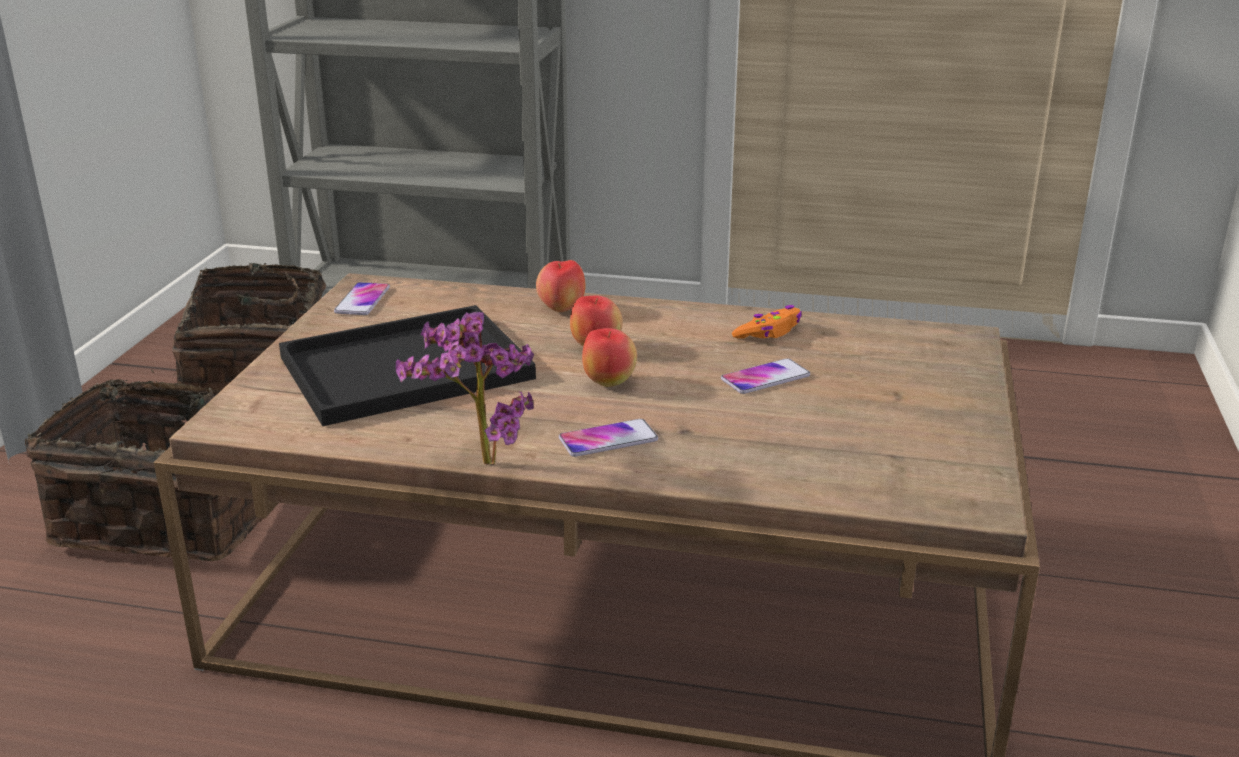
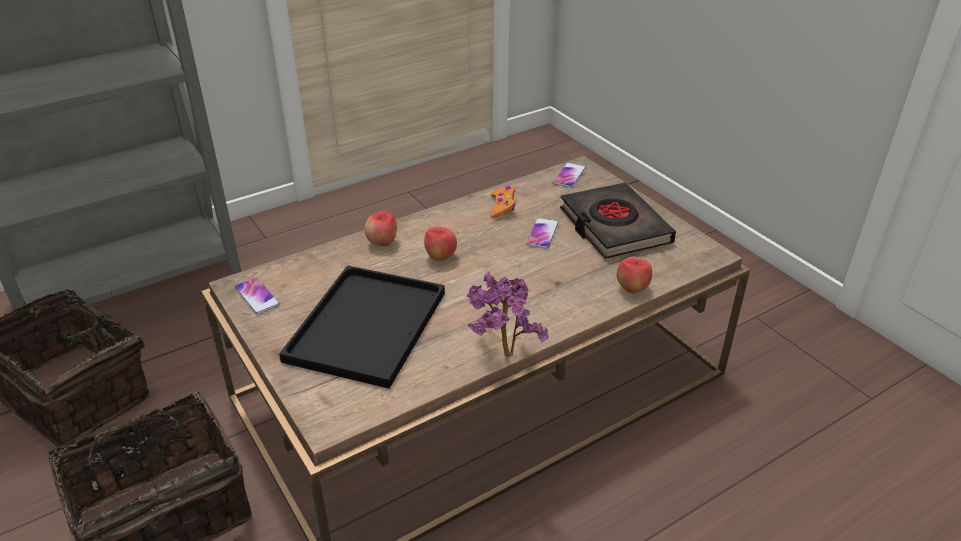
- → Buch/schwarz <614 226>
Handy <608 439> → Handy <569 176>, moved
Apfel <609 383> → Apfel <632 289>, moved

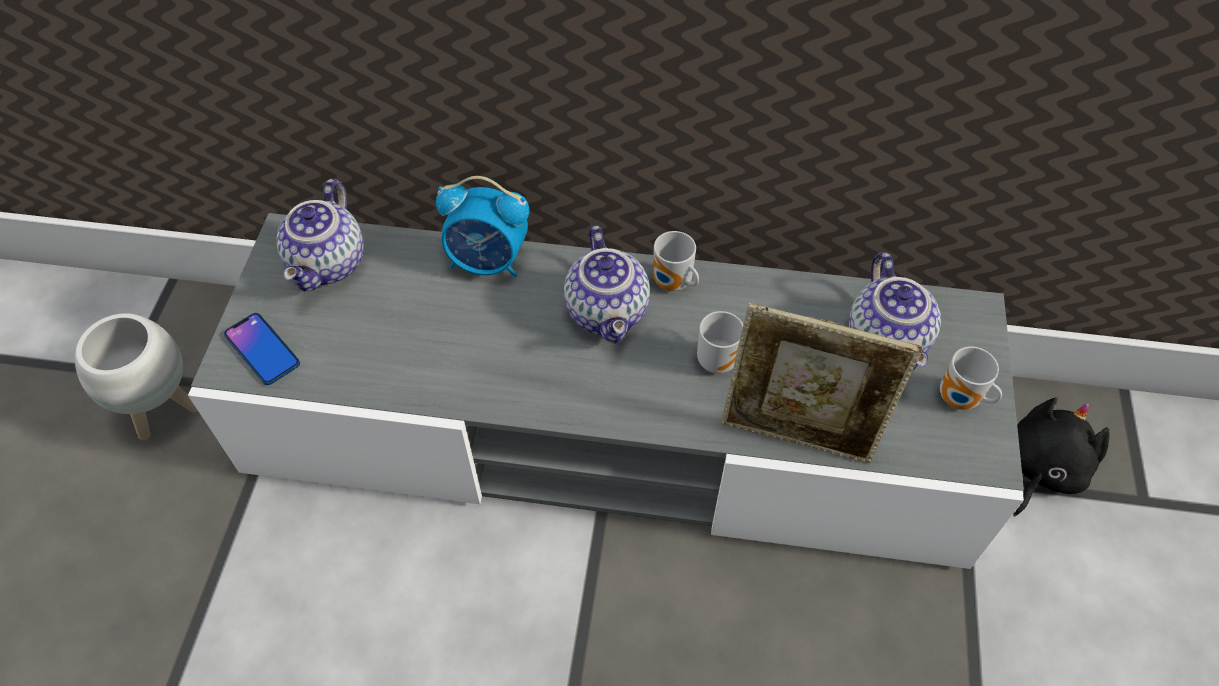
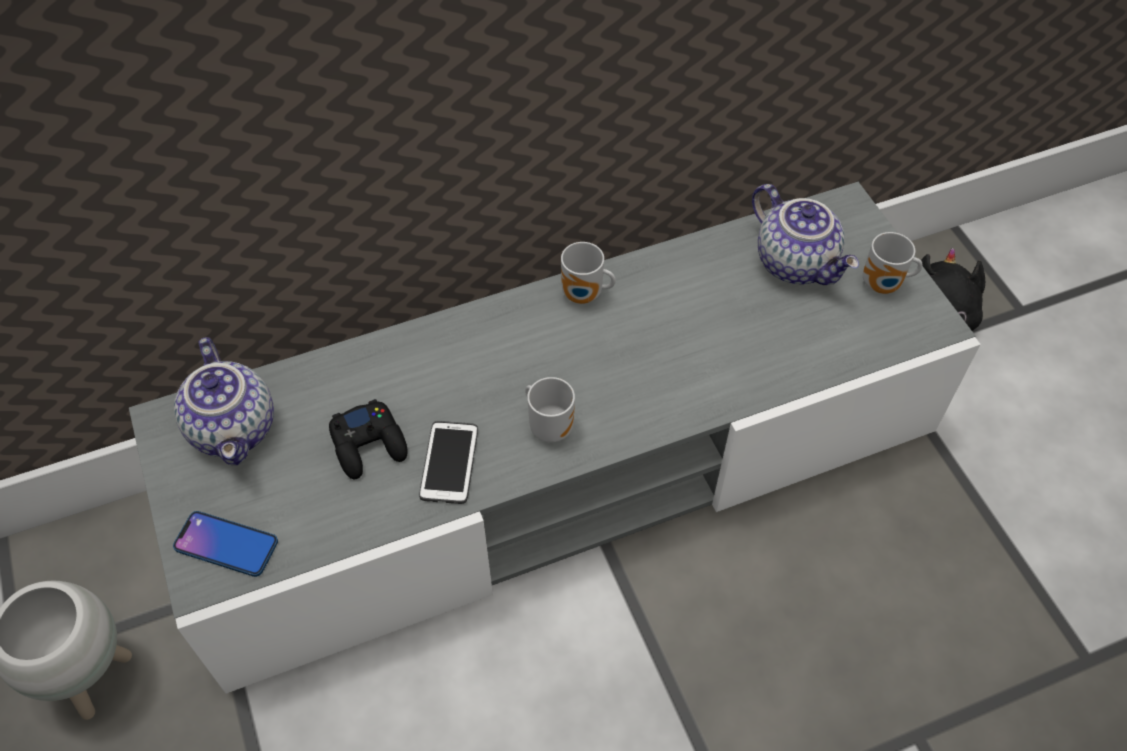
Wecker <488 262> → -
Teekanne <609 312> → -
Bilderrahmen <798 436> → -
- → Gamepad/schwarz <369 444>
- → Handy <449 463>
Henkelbecher <717 358> → Henkelbecher <550 426>, moved

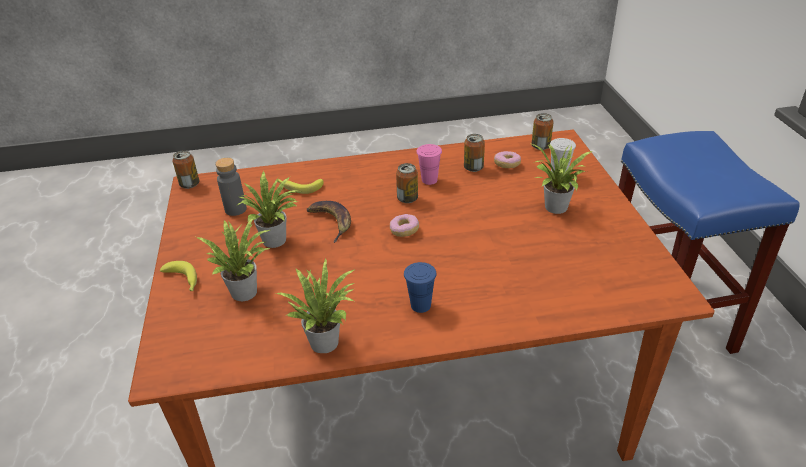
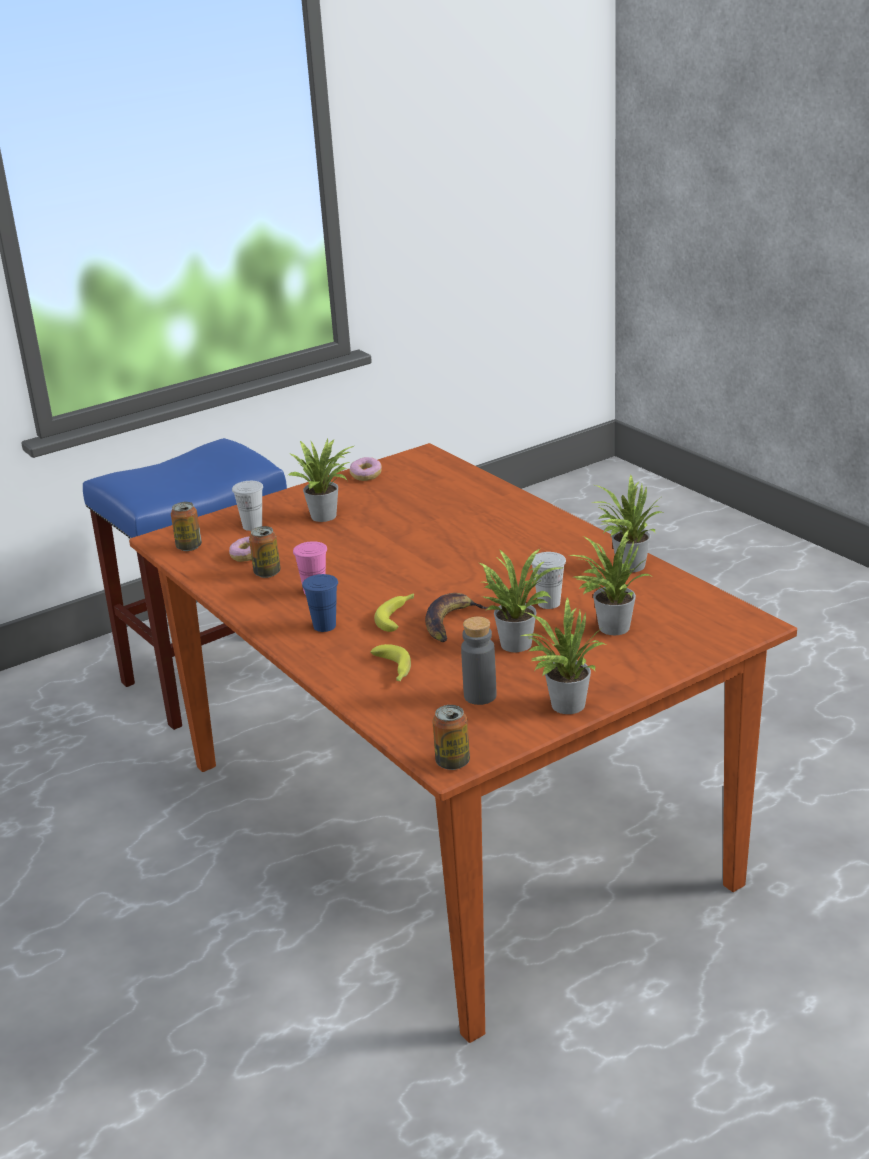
Dose <407 198> → -
- → Topfpflanze <563 705>
- → Tasse/weiß <549 603>
Banane <183 281> → Banane <398 616>, moved
Donut <404 231> → Donut <366 476>, moved
Tasse/blau <420 305> → Tasse/blau <324 626>, moved

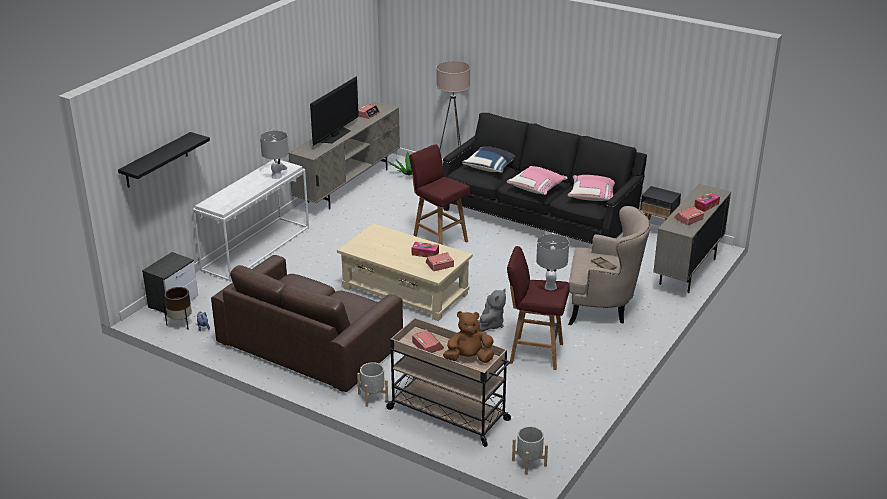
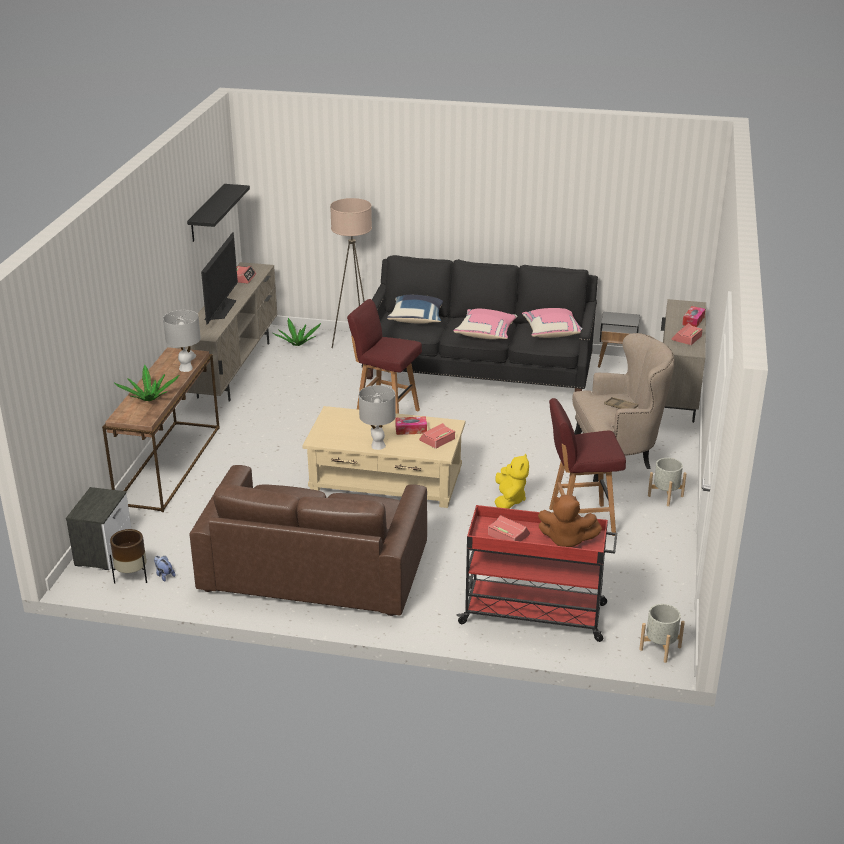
- → Topfpflanze <149 399>
Wandregal/schwarz <156 160> → Wandregal/schwarz <207 213>, moved
Pflanzkübel/grau <373 397> → Pflanzkübel/grau <665 496>, moved
Tischlampe/grau <550 286> → Tischlampe/grau <378 445>, moved
Konsolentisch/weiß <256 248> → Konsolentisch/braun <168 464>
Rollwagen/beige <449 415> → Rollwagen/rot <535 614>
Plüschtier/grau <490 324> → Plüschtier/gelb <509 500>
Plüschtier/braun <468 359> → Plüschtier/braun <566 540>, 135 degrees counterclockwise

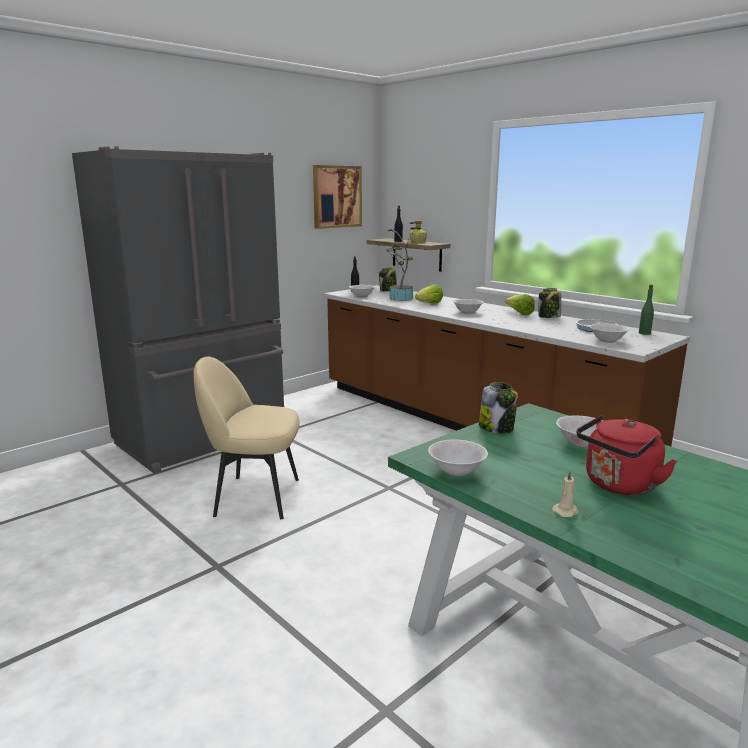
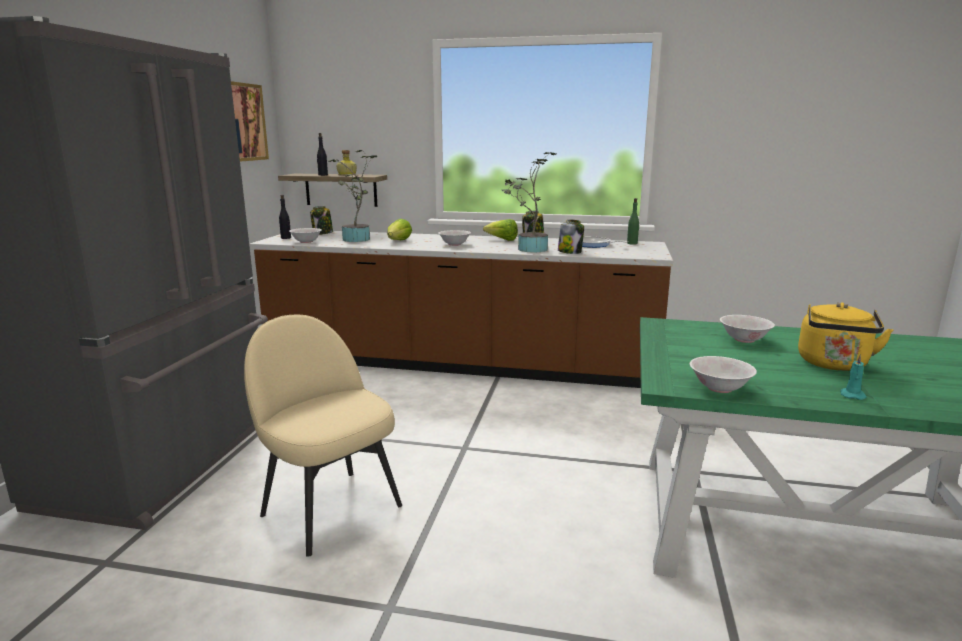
Schüssel/weiß <607 341> → -
- → Topfpflanze <529 250>
Vorratsglas <497 428> → Vorratsglas <570 252>, moved
Kerze/beige <566 511> → Kerze/türkis <852 395>
Wasserkessel/rot <618 485> → Wasserkessel/gelb <833 365>
Stuhl/beige <254 496> → Stuhl/beige <329 508>, 75 degrees clockwise

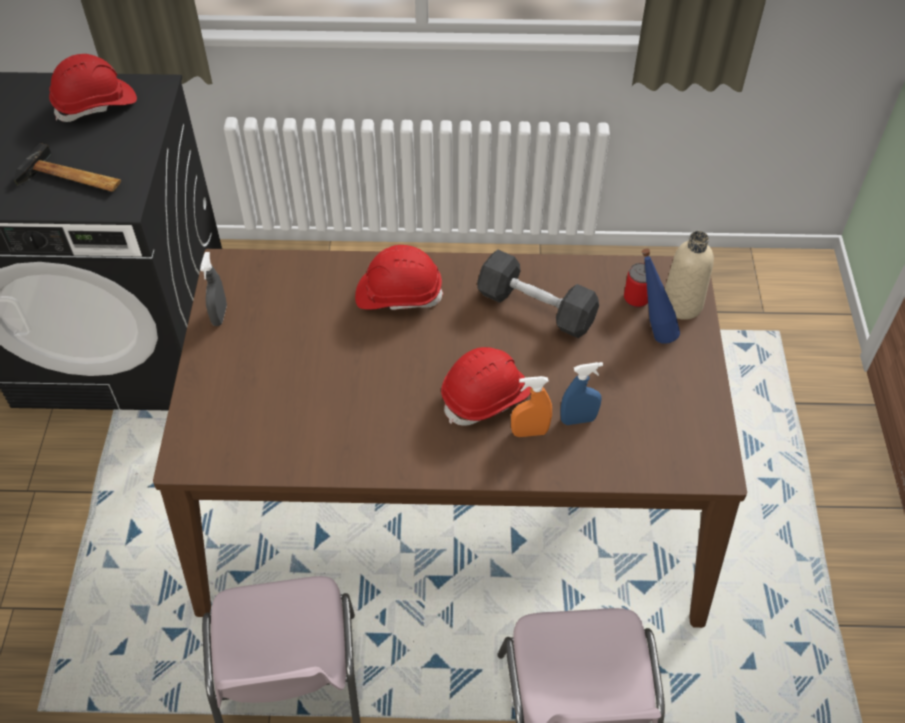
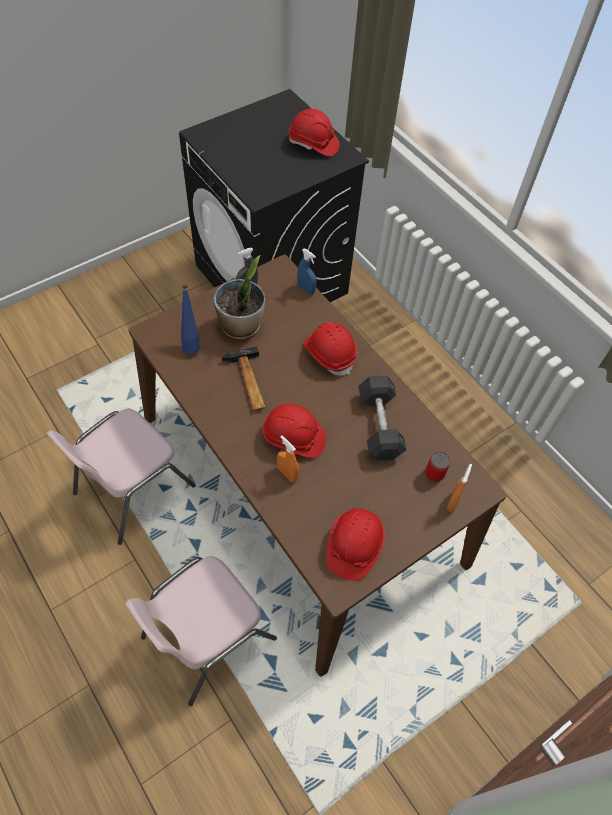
- → Topfpflanze <241 326>
- → Schutzhelm/rot <353 547>
Hammer <72 180> → Hammer <248 383>, moved
Sprühflasche/blau <578 419> → Sprühflasche/blau <306 289>, moved
Flasche/blau <652 331> → Flasche/blau <191 343>, moved
Flasche/beige <682 304> → Sprühflasche/orange <453 501>

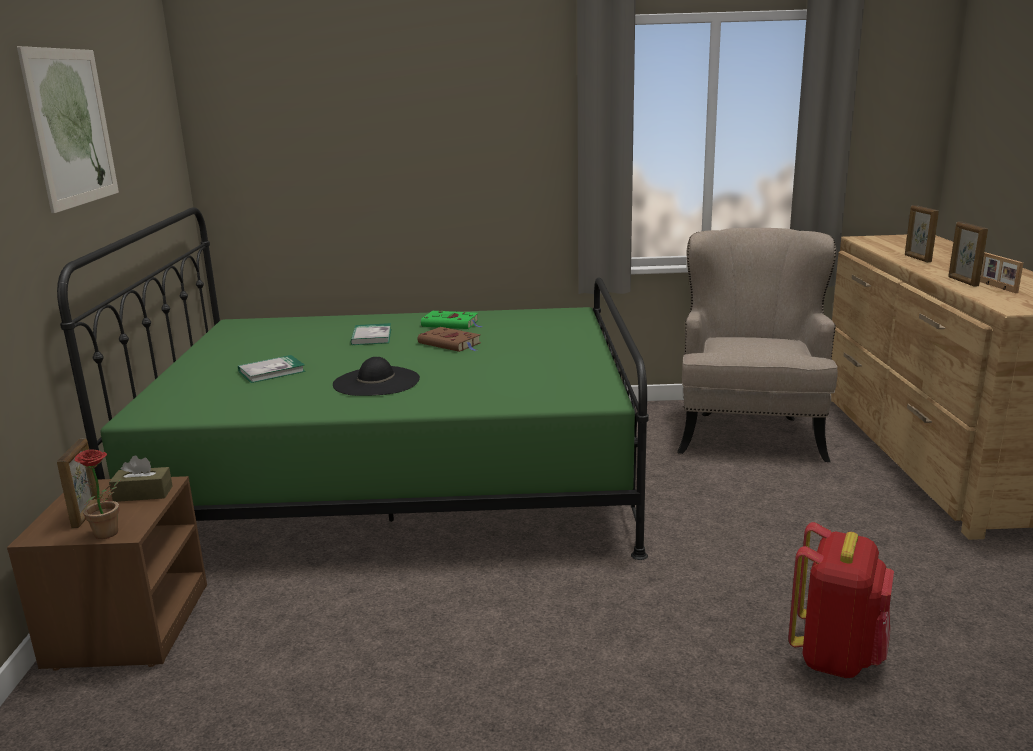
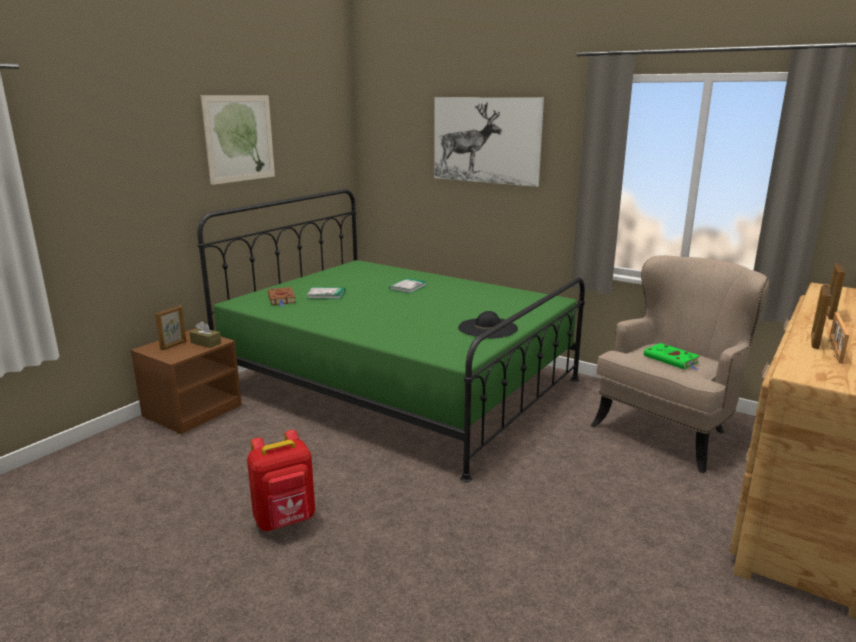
Topfpflanze <109 534> → -
- → Bild <486 140>
Hut/schwarz <376 382> → Hut/schwarz <487 328>, moved
Buch/braun <451 344> → Buch/braun <282 299>, moved
Buch/grün <452 324> → Buch/grün <672 360>, moved
Rucksack/rot <836 656> → Rucksack/rot <285 520>, moved

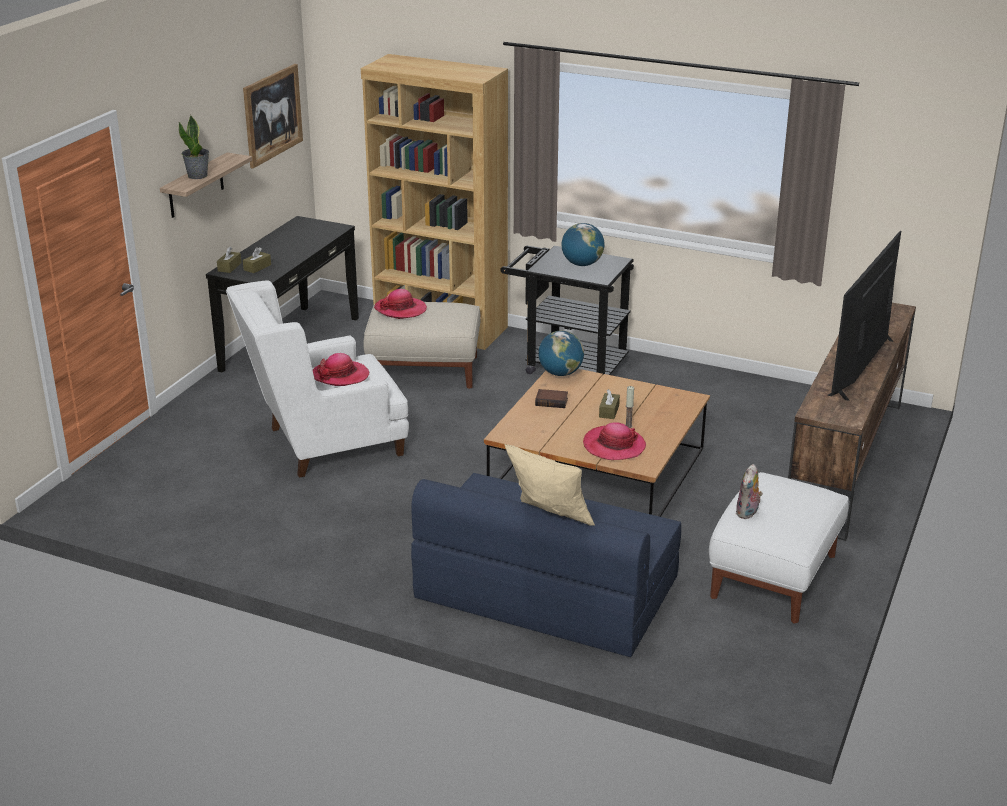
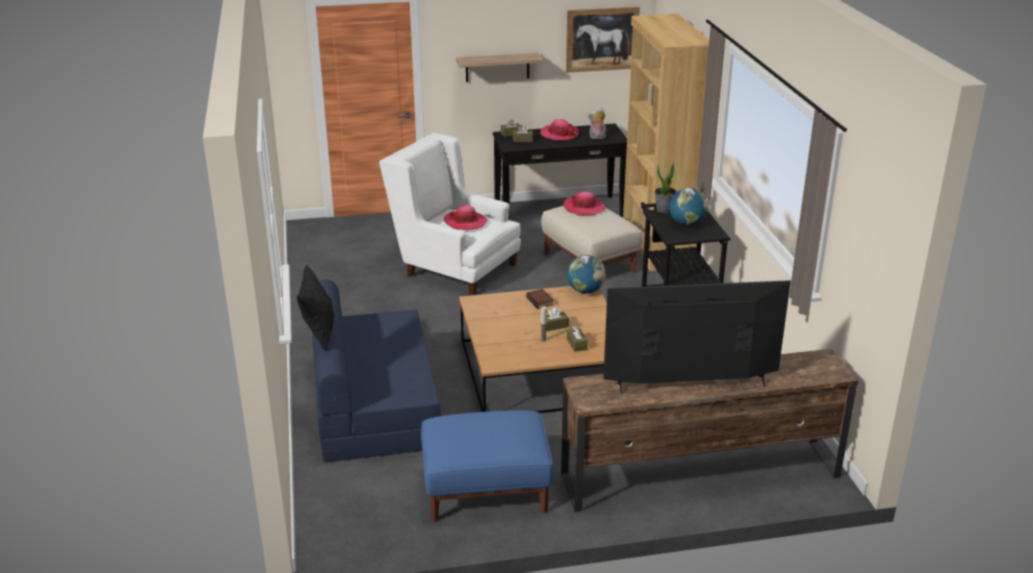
- → Taschentuchbox/braun <577 344>
Topfpflanze <198 175> → Topfpflanze <664 210>, moved
Hut <614 446> → Hut <559 134>, moved
Plüschtier <748 513> → Plüschtier <597 137>, moved
Kissen/beige <549 520> → Kissen/schwarz <319 334>
Polsterhocker/weiß <773 576> → Polsterhocker/blau <485 491>

